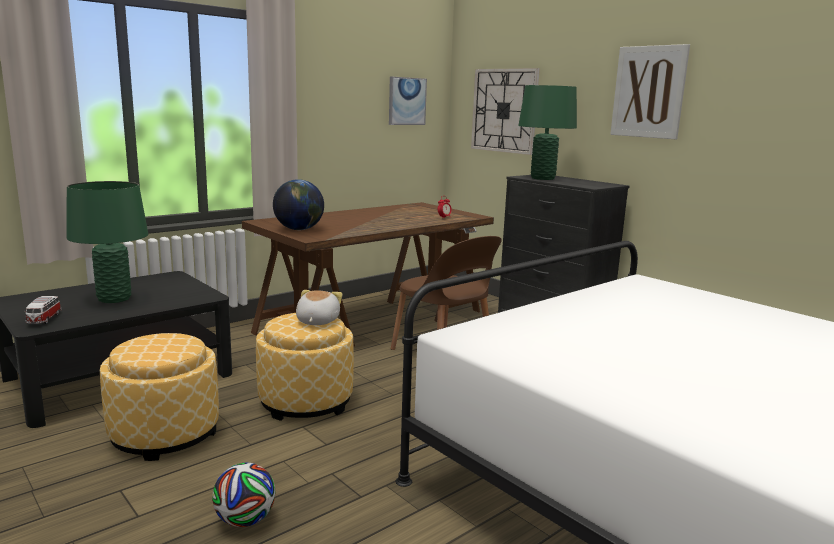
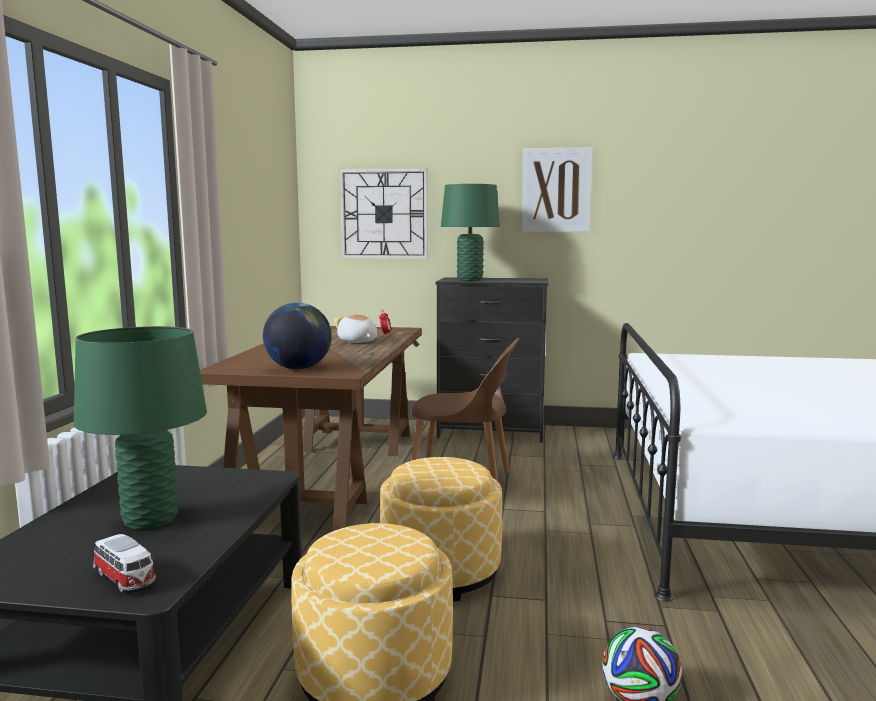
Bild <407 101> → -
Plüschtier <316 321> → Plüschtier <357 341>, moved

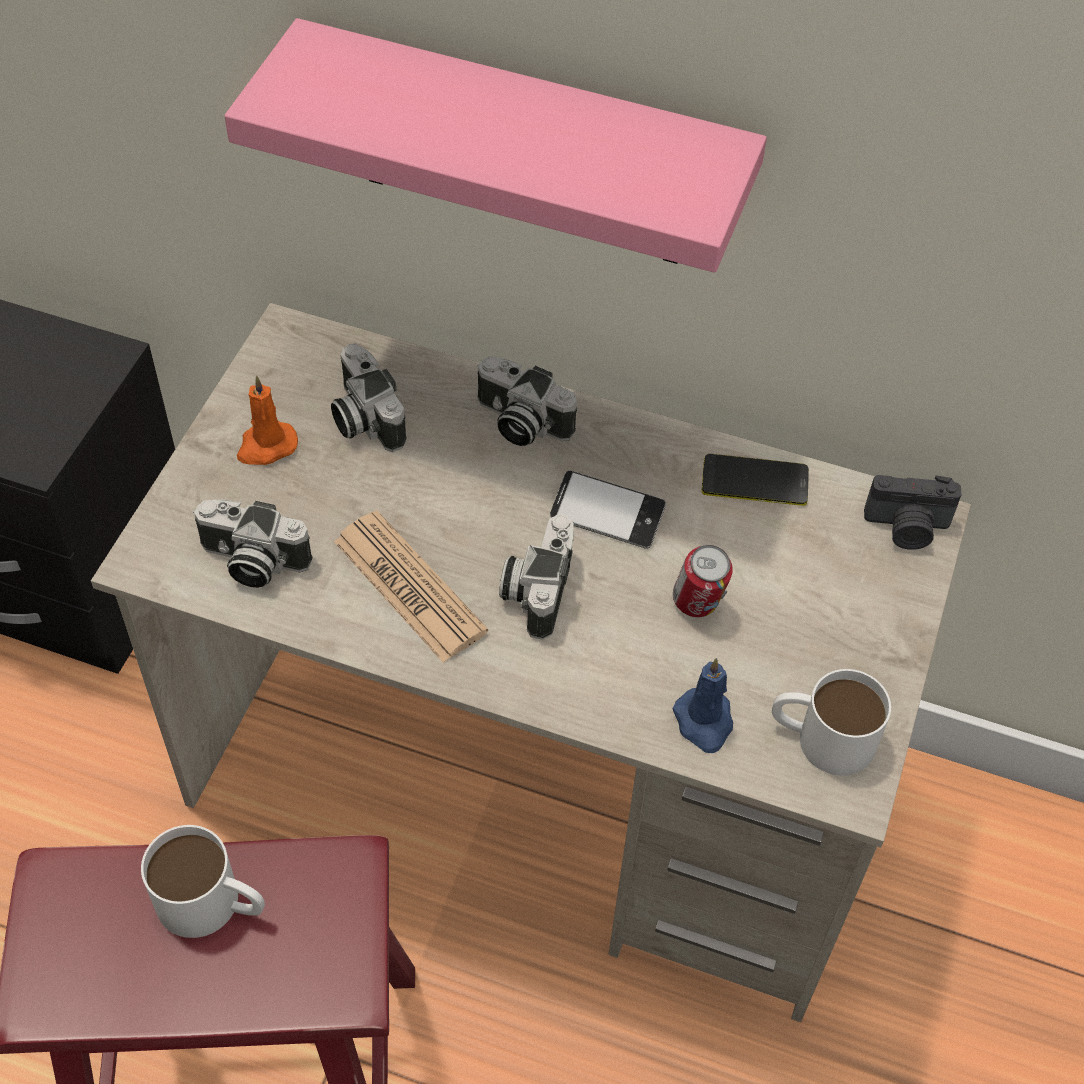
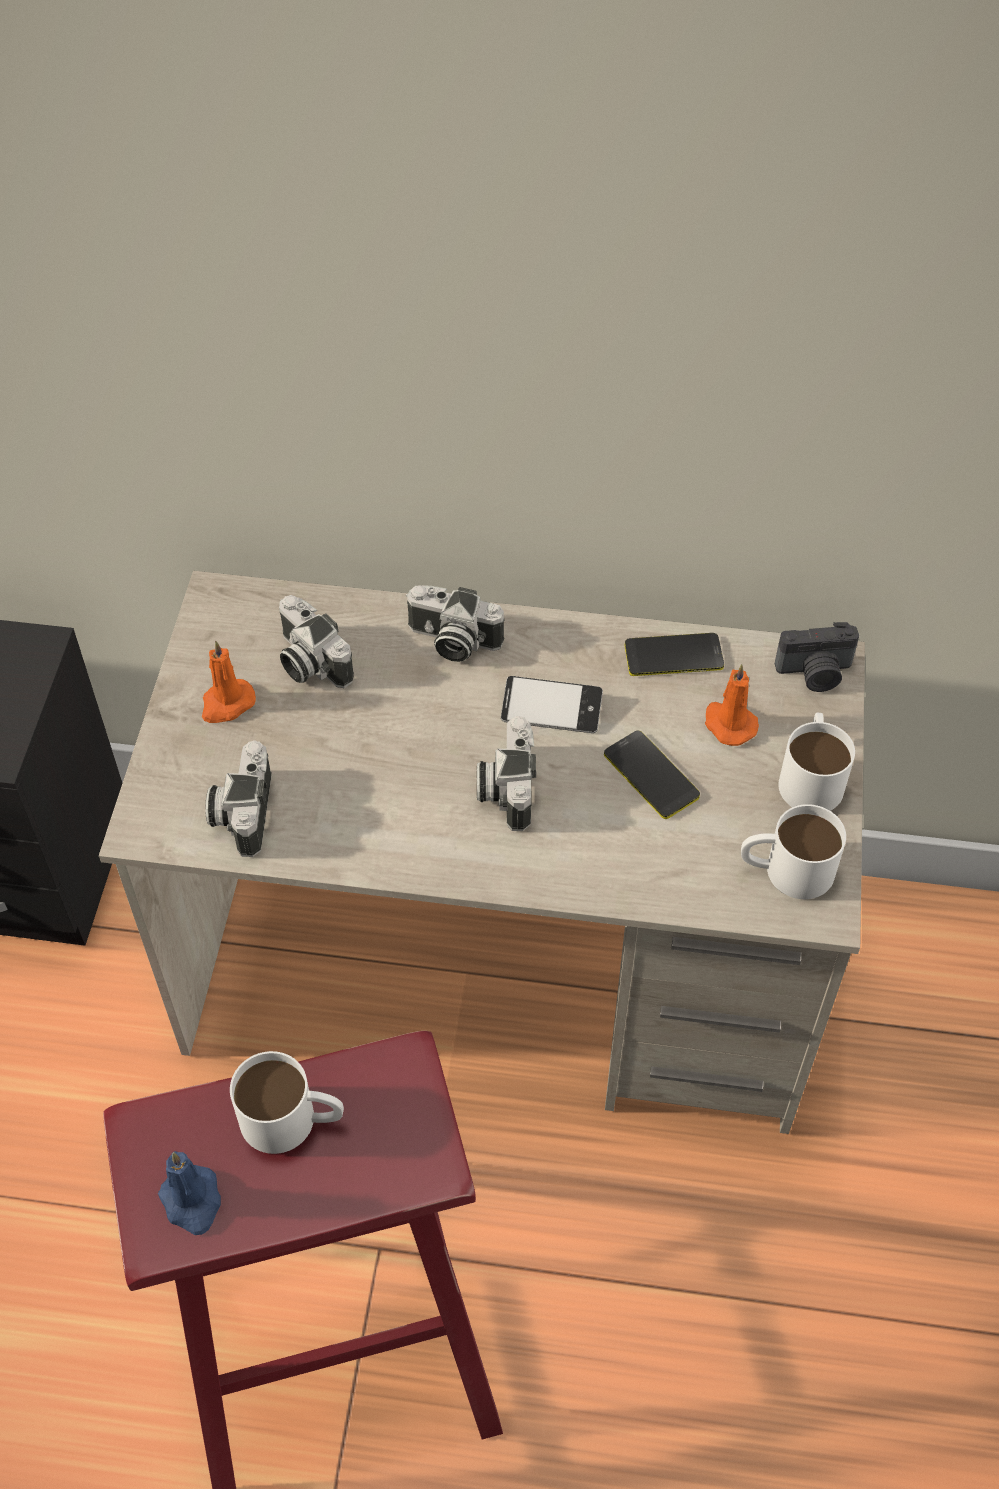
Wandregal/rosa <523 149> → -
Zeitung <409 587> → -
- → Kerze/orange <728 723>
- → Henkelbecher/weiß <811 775>
Kerze/blau <704 722> → Kerze/blau <192 1201>, moved
Dose <697 606> → Handy <651 775>
Kamera <251 562> → Kamera <242 811>, 90 degrees clockwise

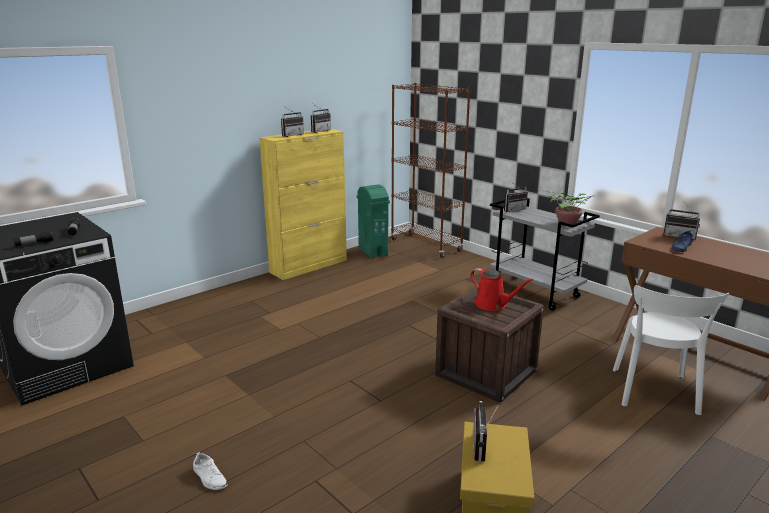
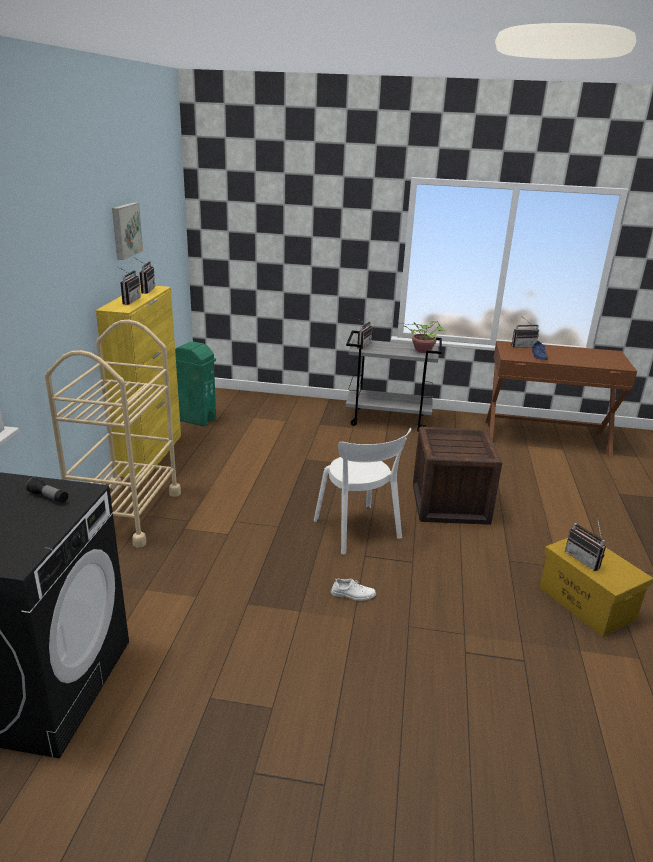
Taschenlampe <34 244> → -
Bücherregal/braun <426 245> → -
Gießkanne/rot <493 305> → -
- → Rollwagen/beige <126 513>
- → Bild <125 230>
Schuh/weiß <209 478> → Schuh/weiß <353 594>, moved
Stuhl/weiß <654 393> → Stuhl/weiß <359 531>, moved

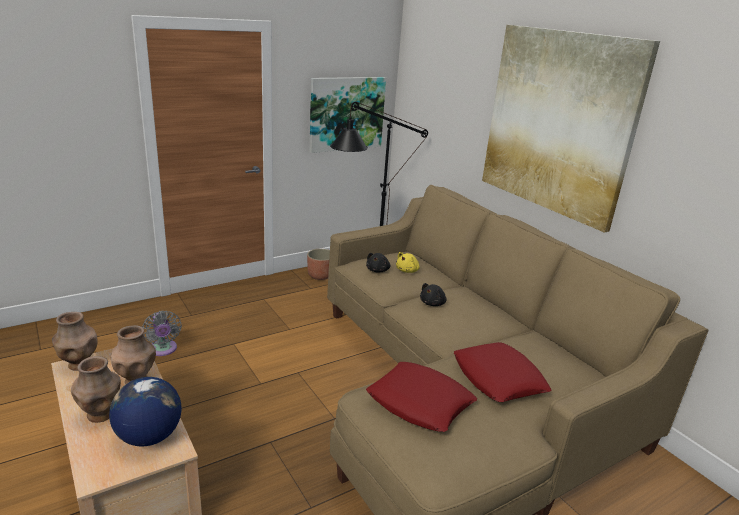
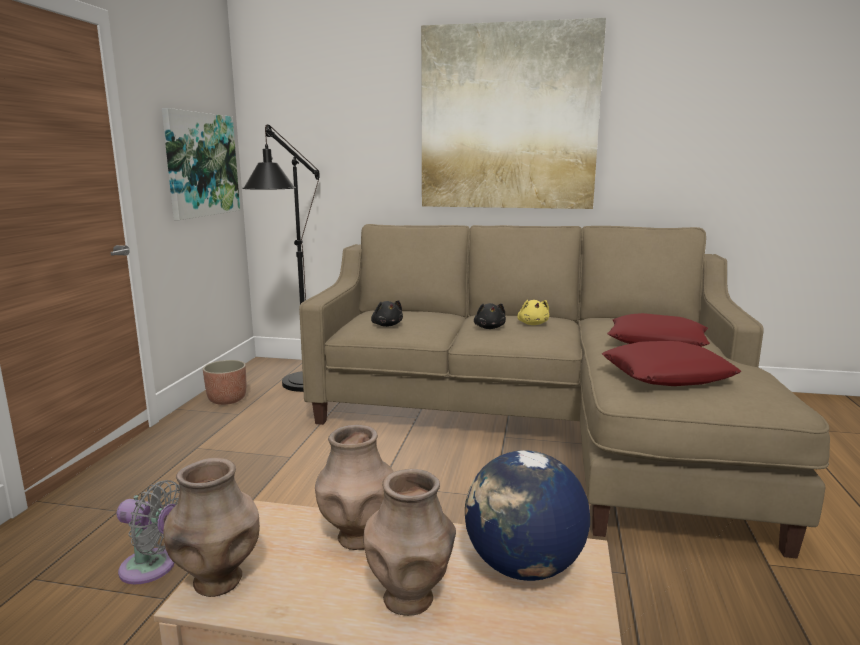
Plüschtier/gelb <408 270> → Plüschtier/gelb <533 324>, moved

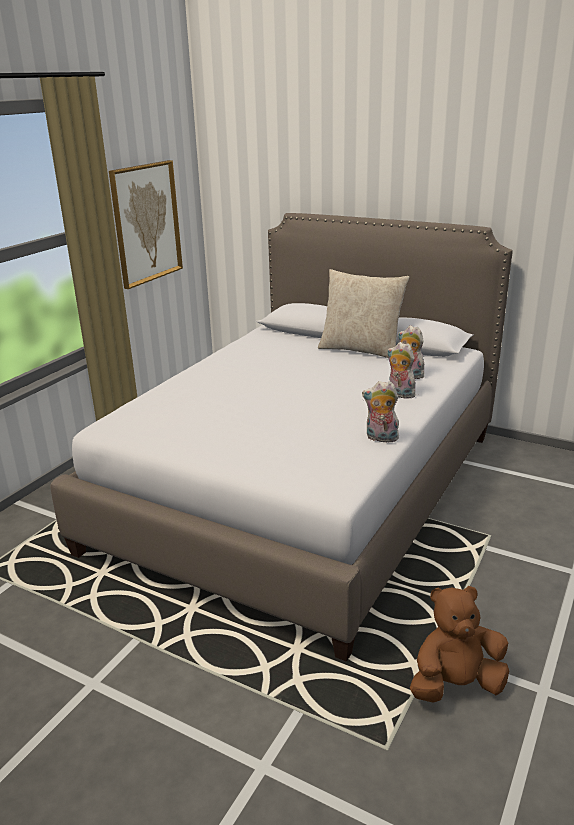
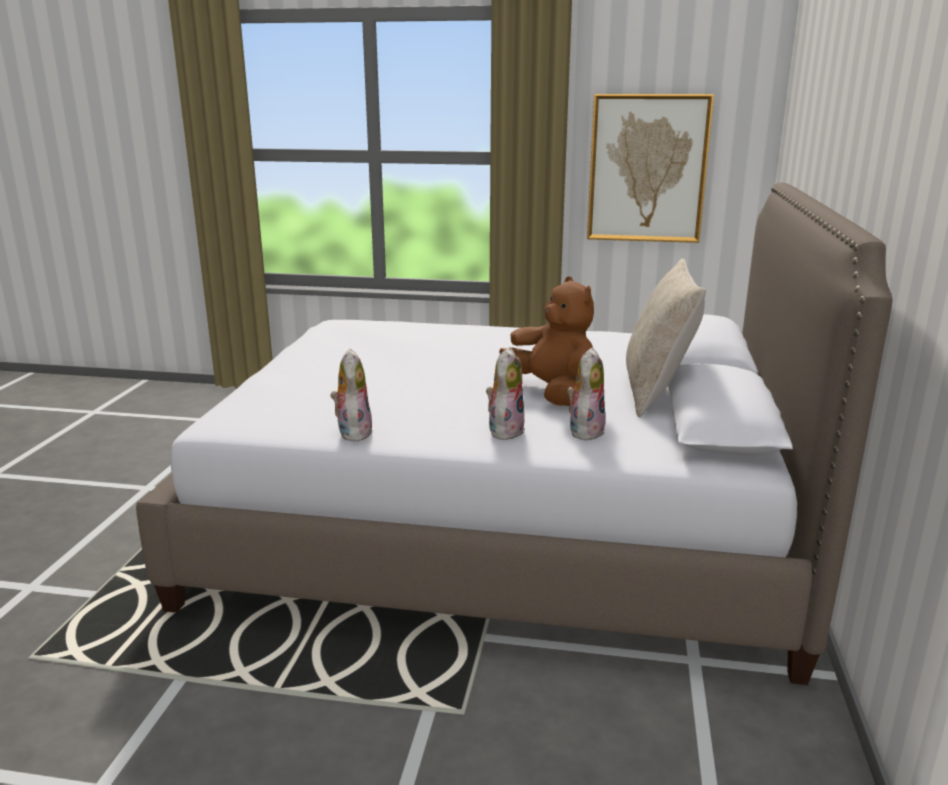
Plüschtier/braun <455 684> → Plüschtier/braun <552 393>, moved

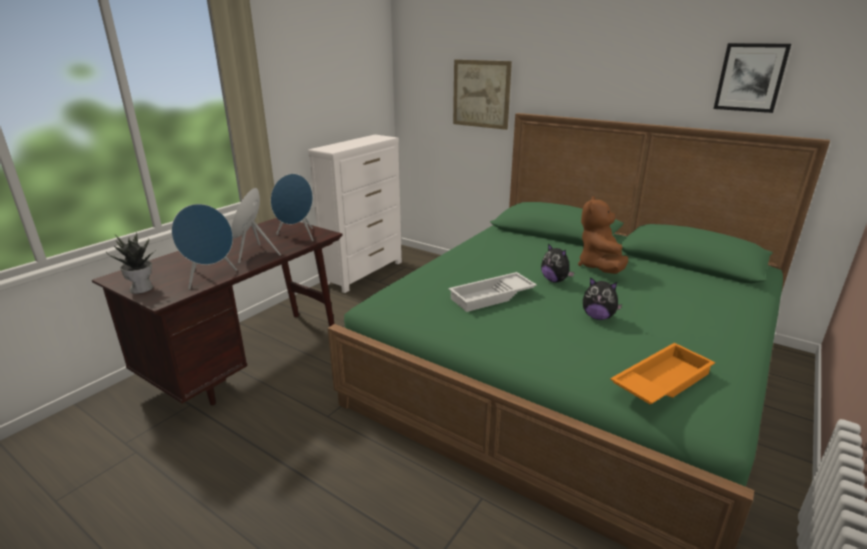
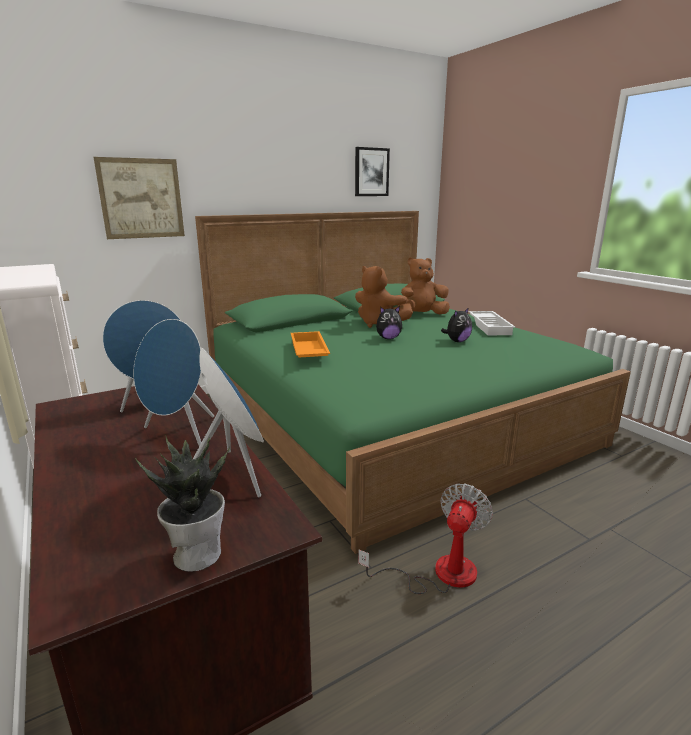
- → Ventilator <440 573>
- → Plüschtier/braun <422 315>
Tablett/weiß <492 297> → Tablett/weiß <490 327>, moved
Tablett/orange <660 381> → Tablett/orange <308 351>, moved

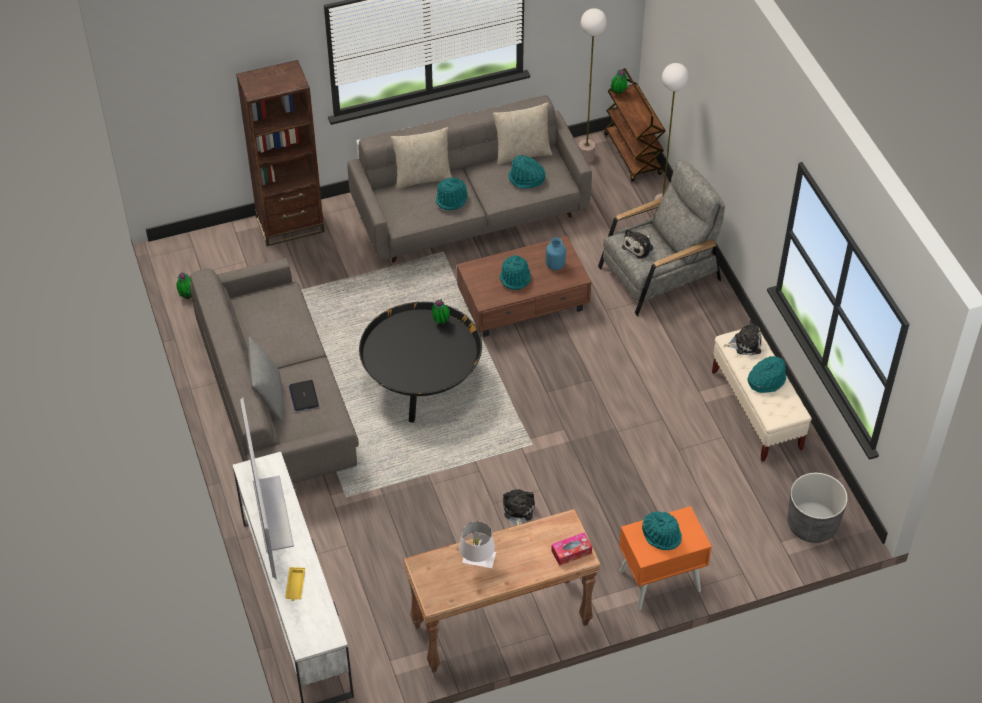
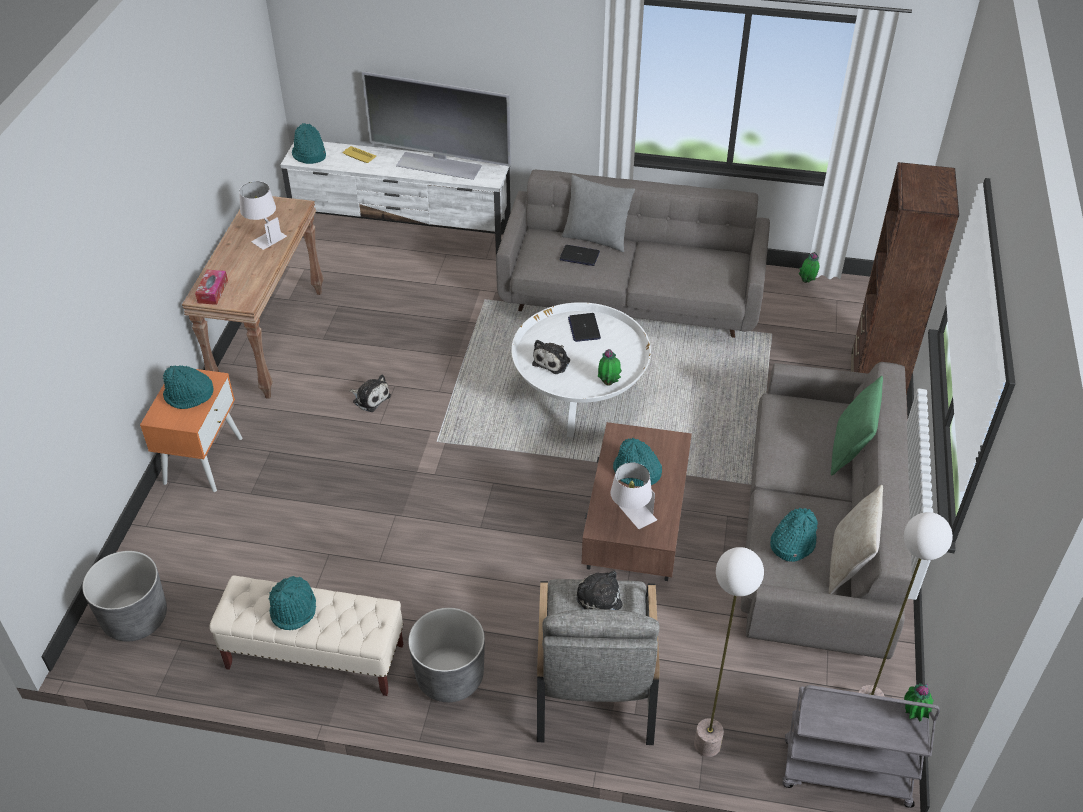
- → Pflanzkübel/grau <450 676>
- → Laptop <584 328>
Hut/türkis <452 199> → Hut/türkis <309 155>, moved
Plüschtier <745 344> → Plüschtier <553 361>, moved
Vase/blau <555 265> → Tischlampe/weiß <631 516>
Couchtisch/schwarz <422 382> → Couchtisch/weiß <579 395>
Kissen/beige <422 177> → Kissen/grün <850 450>
Rollwagen/braun <633 154> → Rollwagen/grau <845 774>

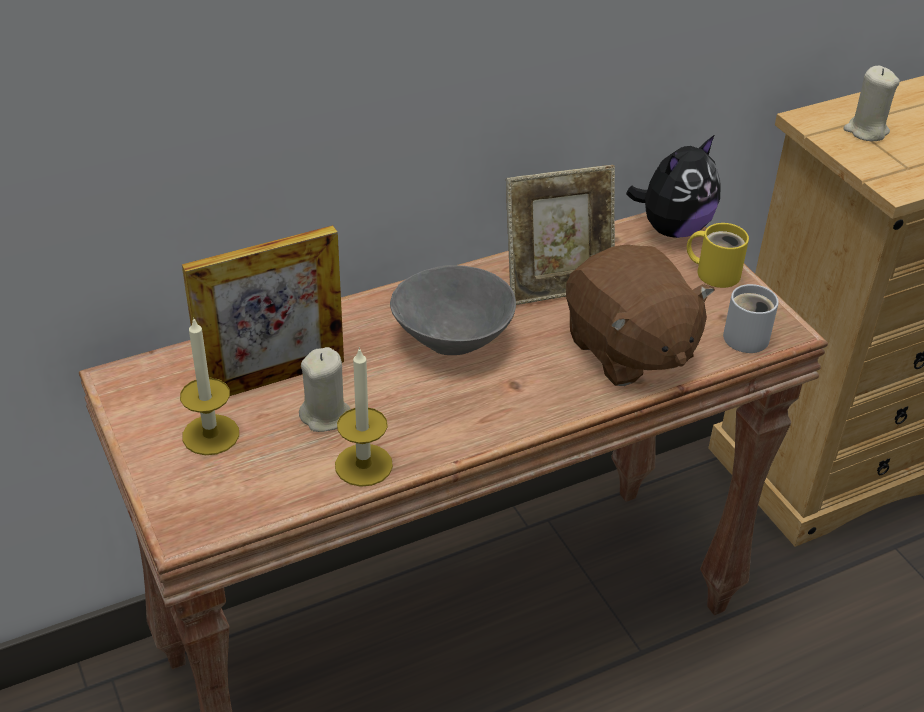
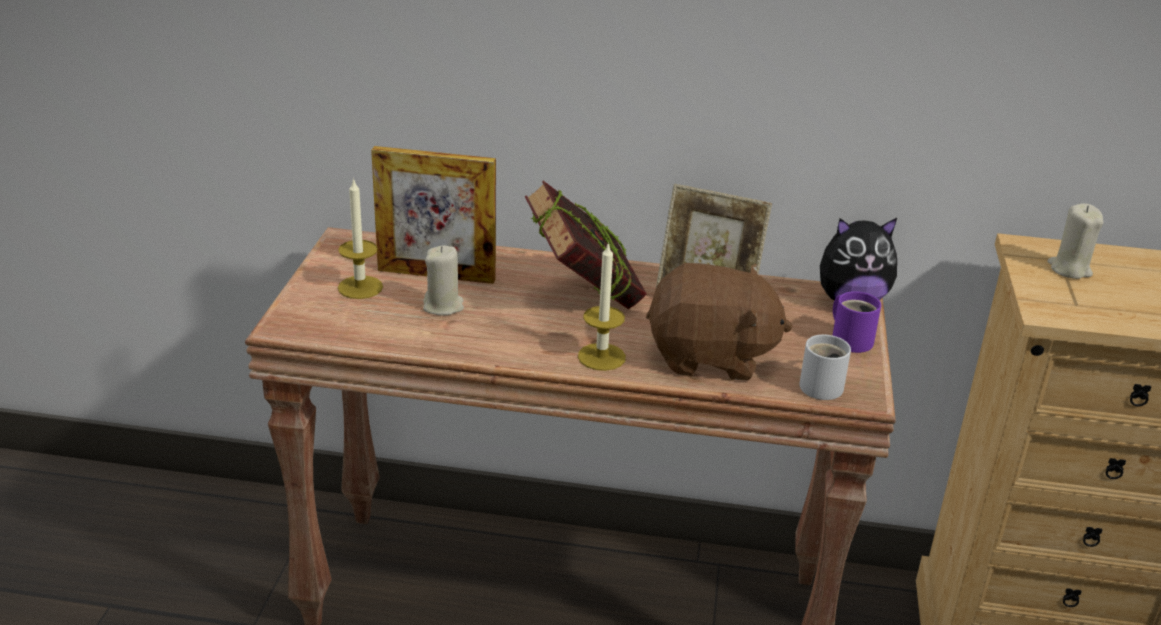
Kerze <363 465> → Kerze <601 357>, moved
Schüssel/grau <451 340> → Buch <583 300>
Henkelbecher/gelb <715 272> → Henkelbecher/lila <851 339>
Plüschtier/braun <628 350> → Plüschtier/braun <711 357>, 90 degrees counterclockwise

